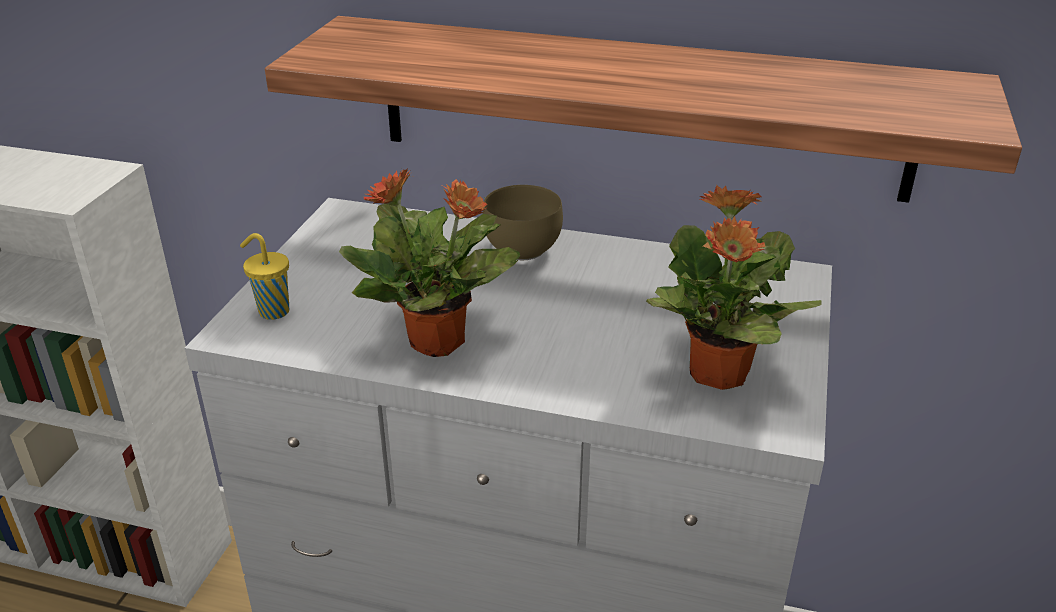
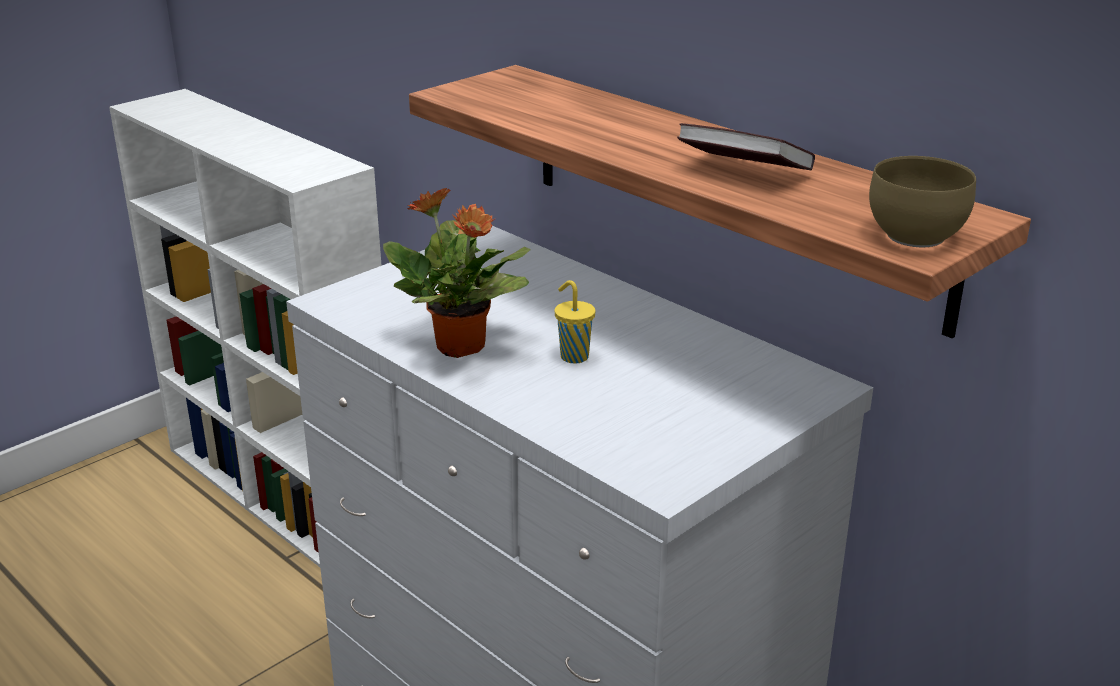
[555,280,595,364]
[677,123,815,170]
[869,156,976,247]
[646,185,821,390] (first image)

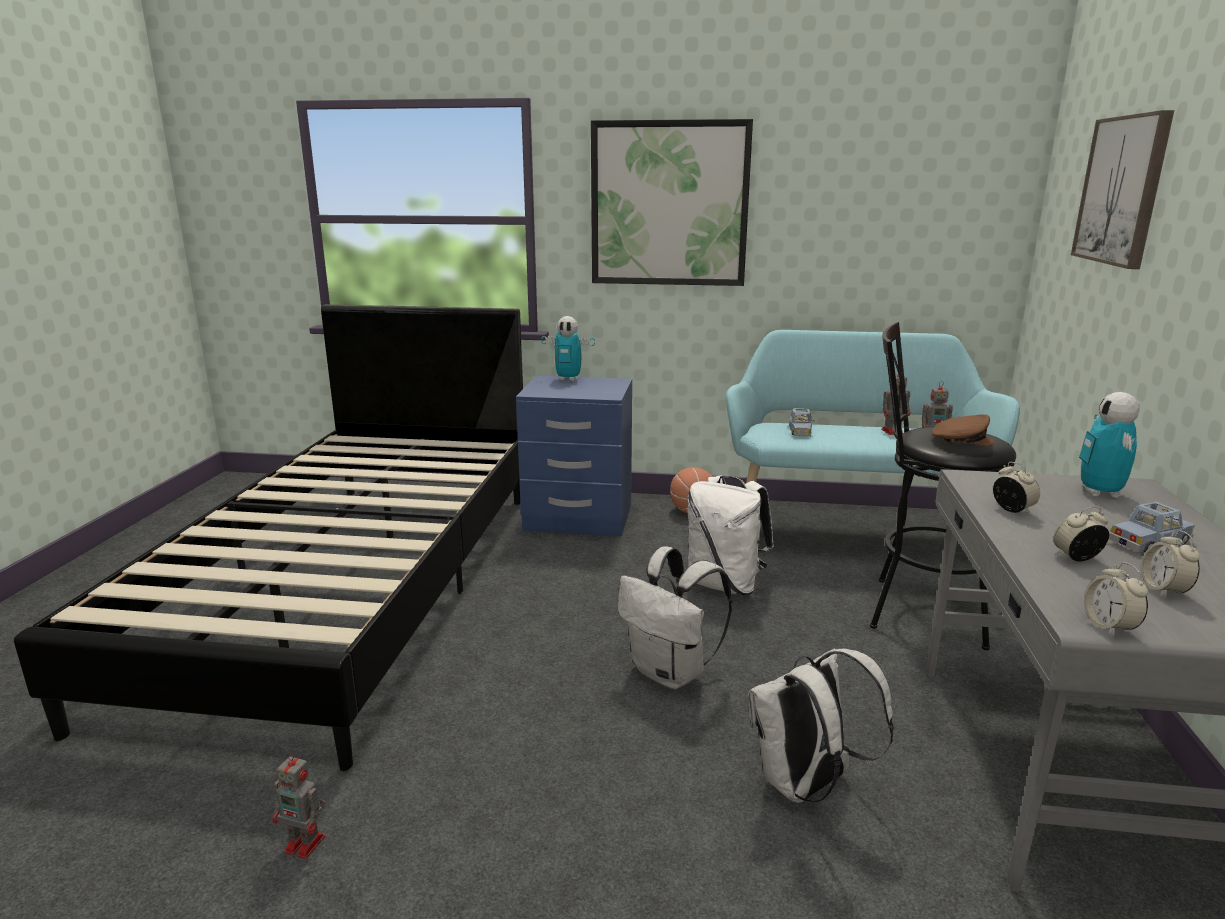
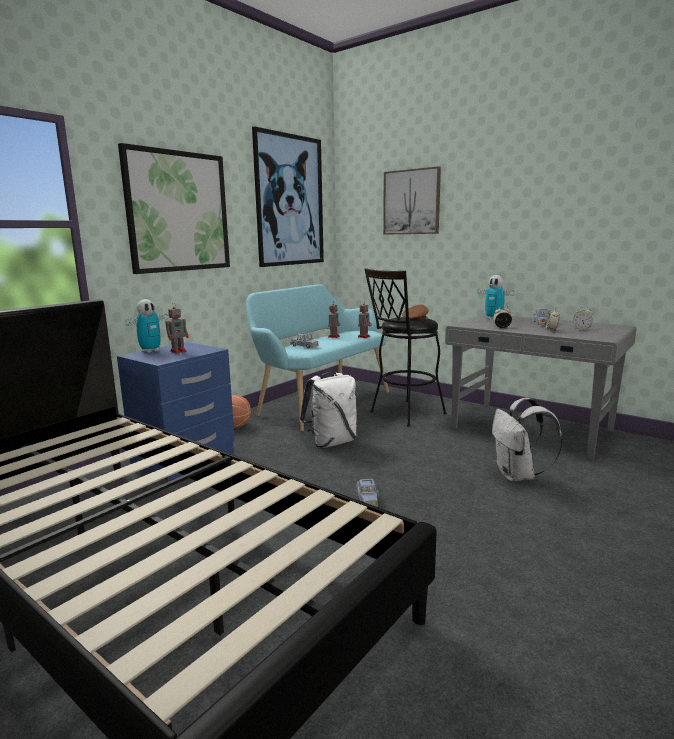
[166,304,189,354]
[252,126,324,267]
[356,479,379,507]
[618,546,732,689] (first image)
[1084,562,1148,637] (first image)

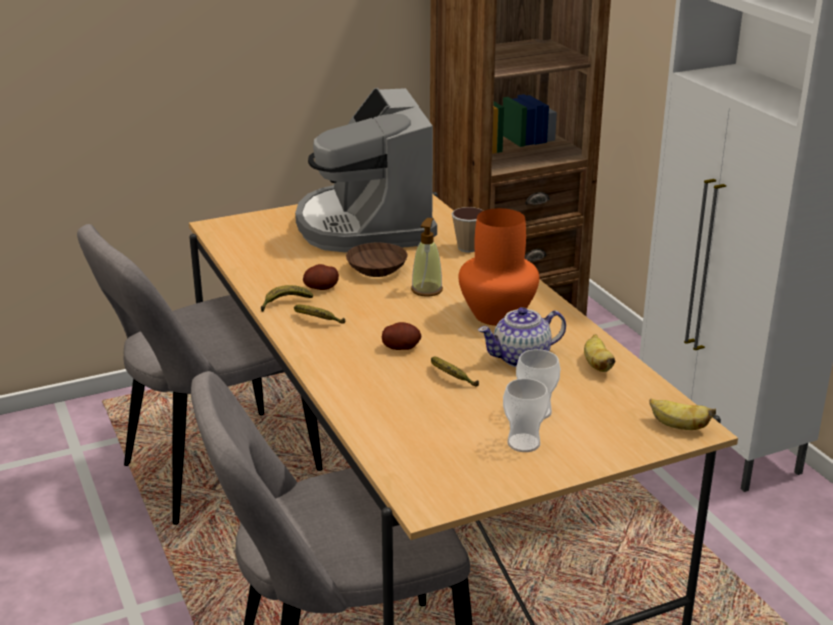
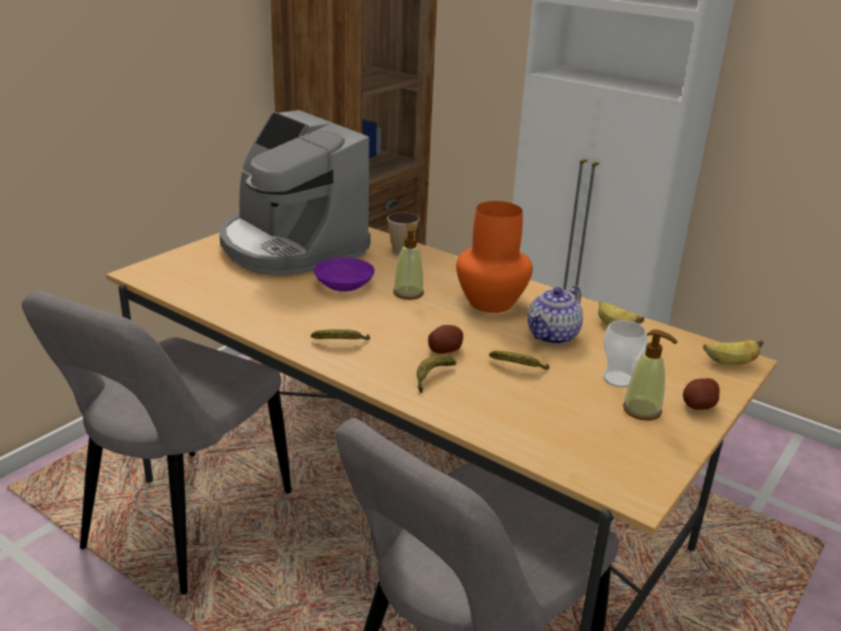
[314,257,375,292]
[417,355,456,393]
[623,329,678,421]
[683,378,720,410]

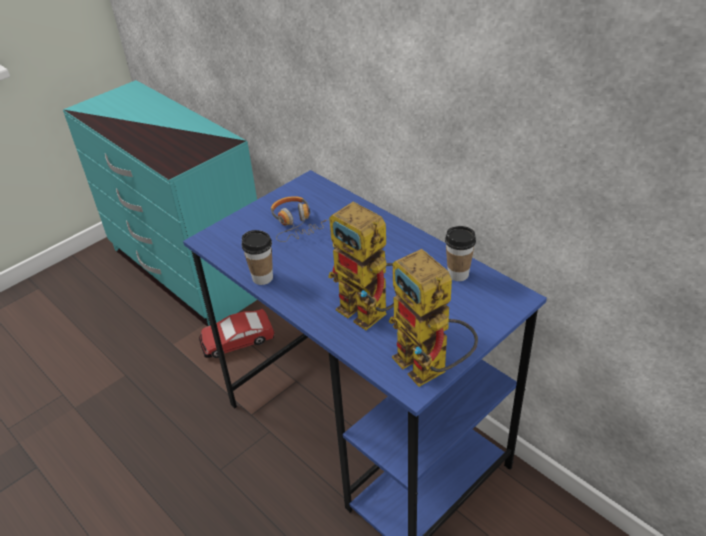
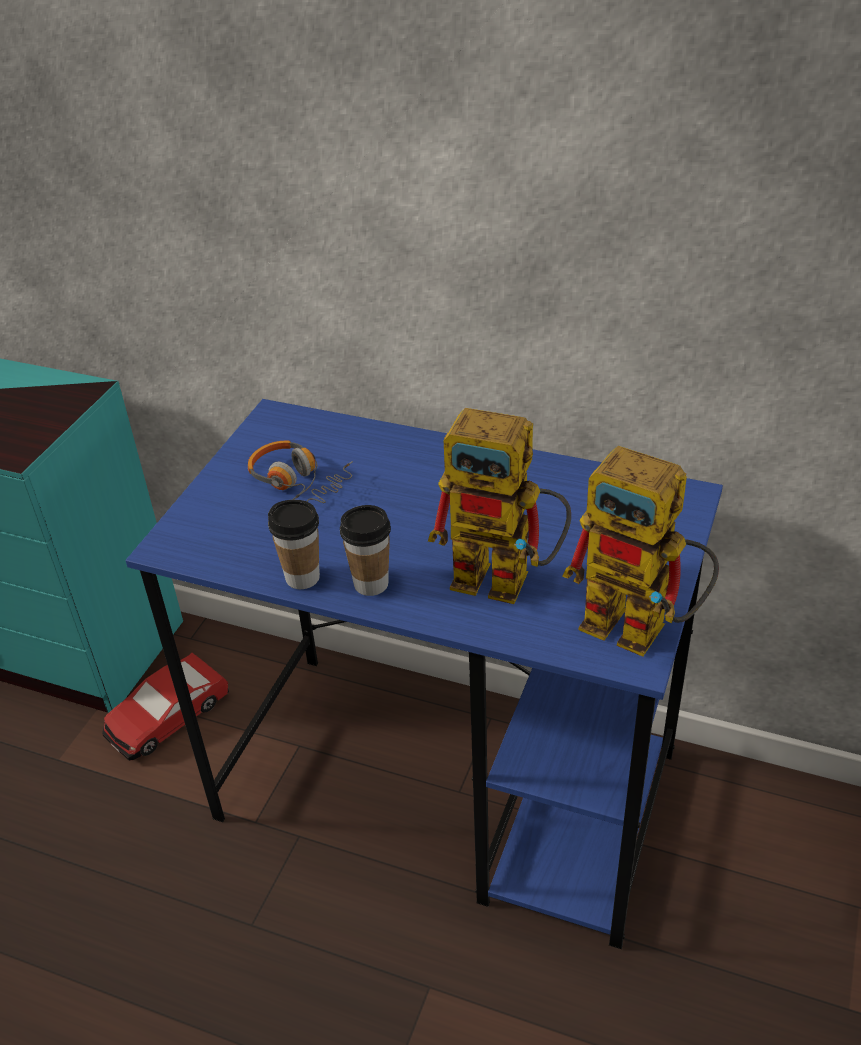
[340,505,391,596]

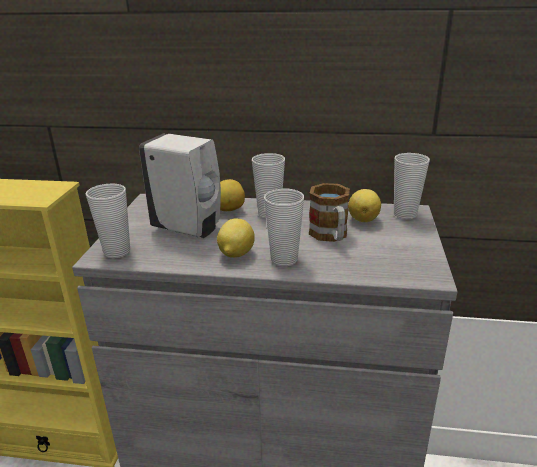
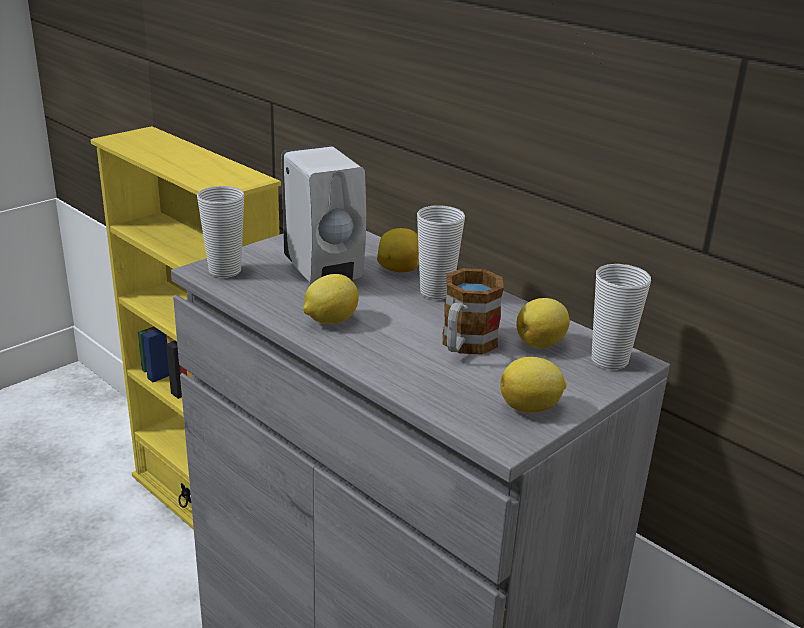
[500,357,567,413]
[264,189,304,266] (first image)

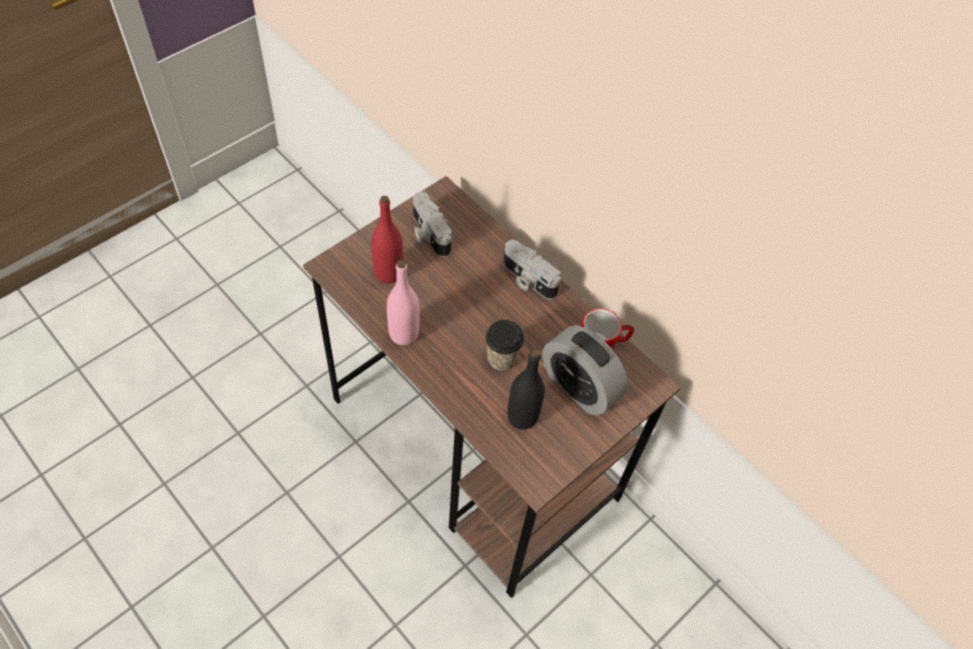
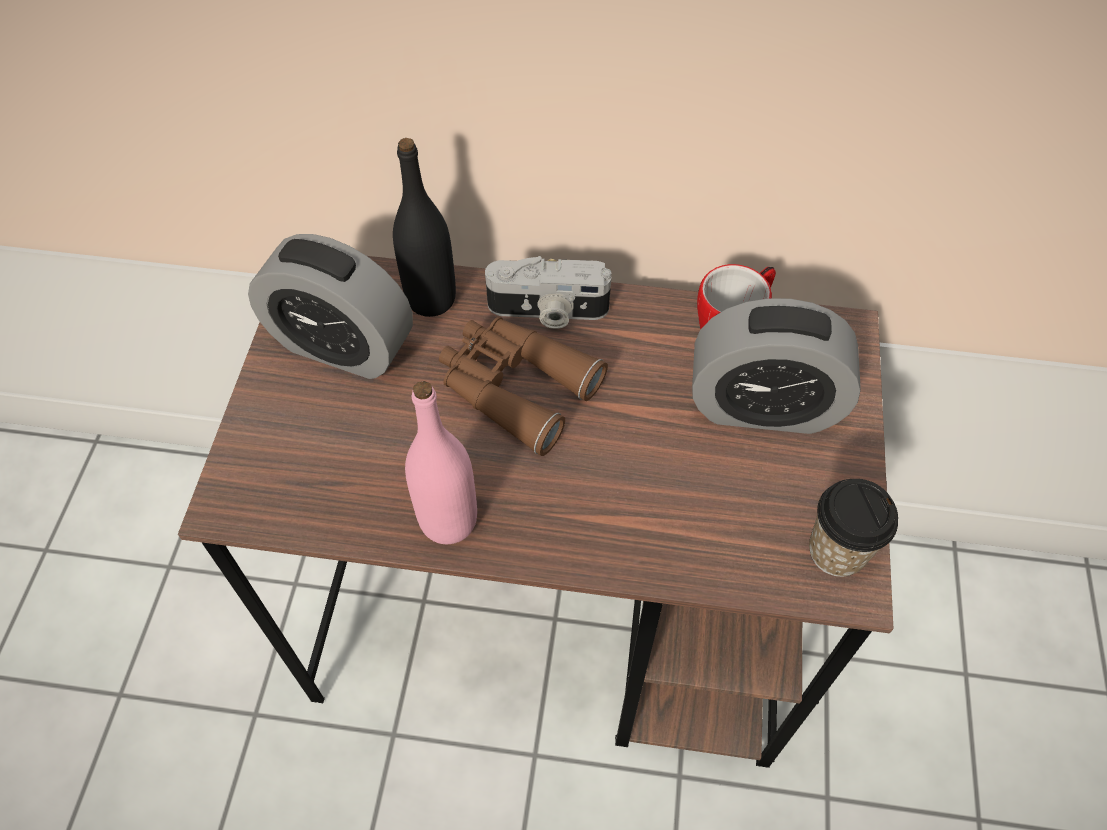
[248,234,413,379]
[393,138,456,317]
[439,317,608,456]
[809,479,898,577]
[371,196,403,284] (first image)

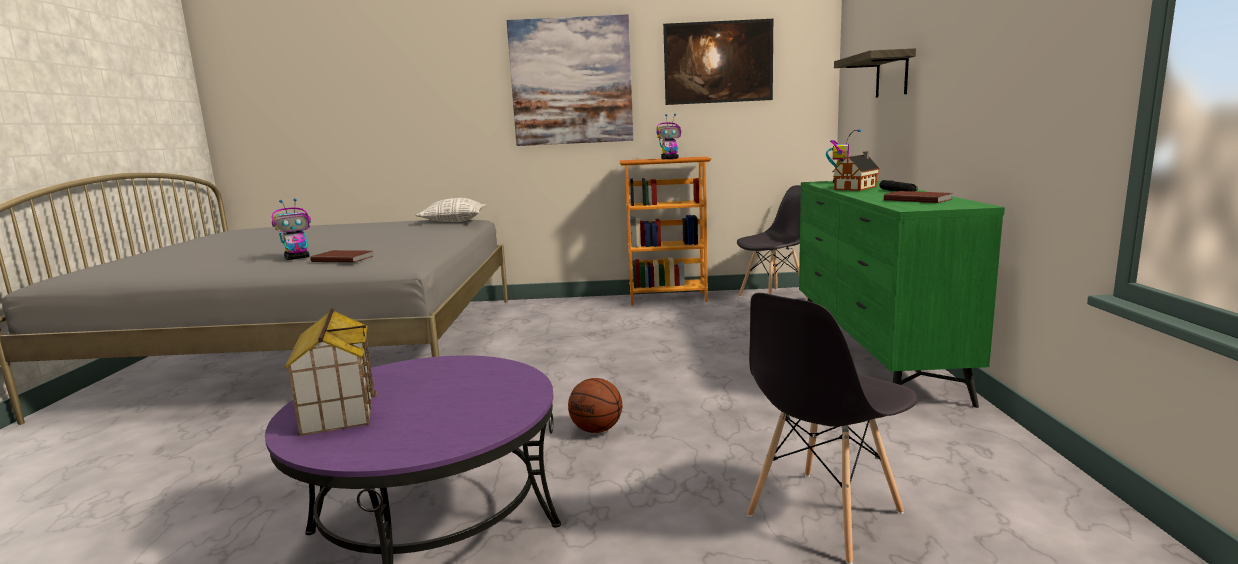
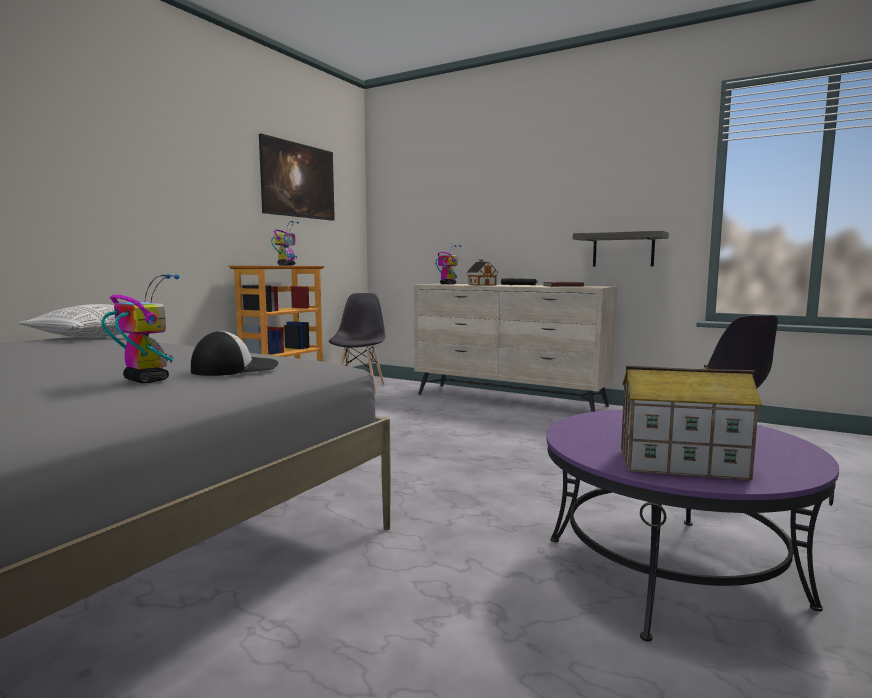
[101,274,179,383]
[191,330,278,376]
[414,283,618,412]
[573,231,669,267]
[507,14,634,146] (first image)
[568,378,622,433] (first image)

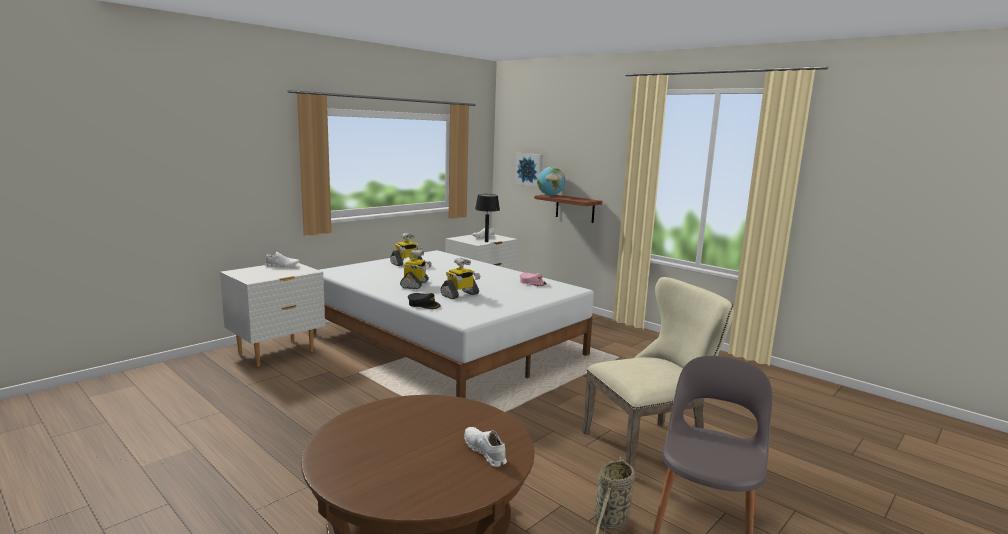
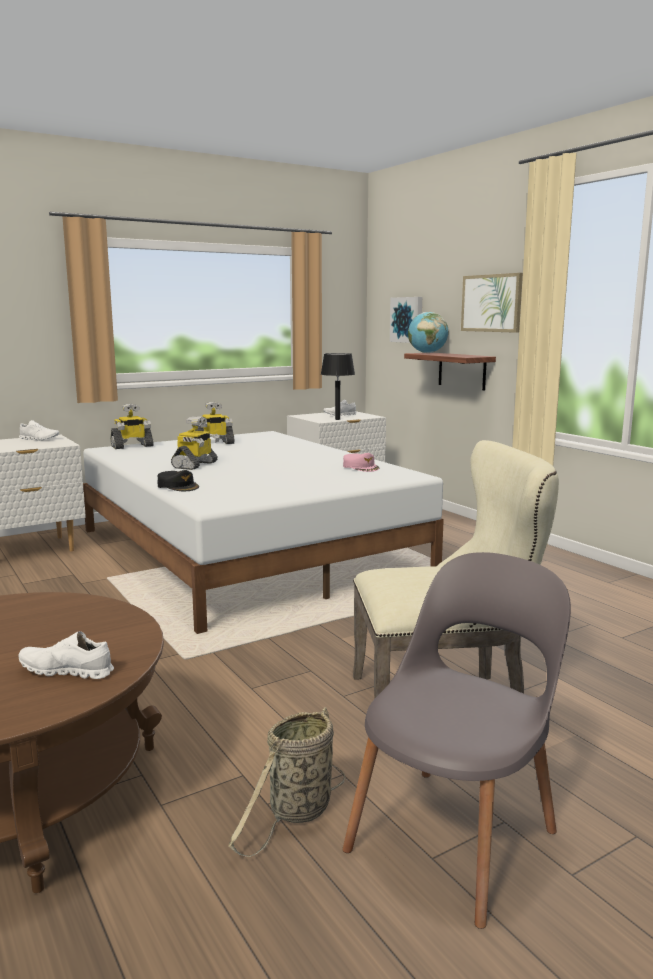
[19,631,114,679]
[110,404,154,449]
[461,273,523,333]

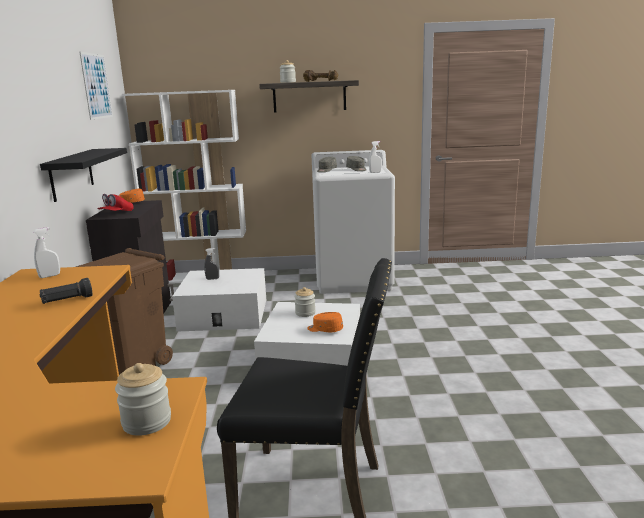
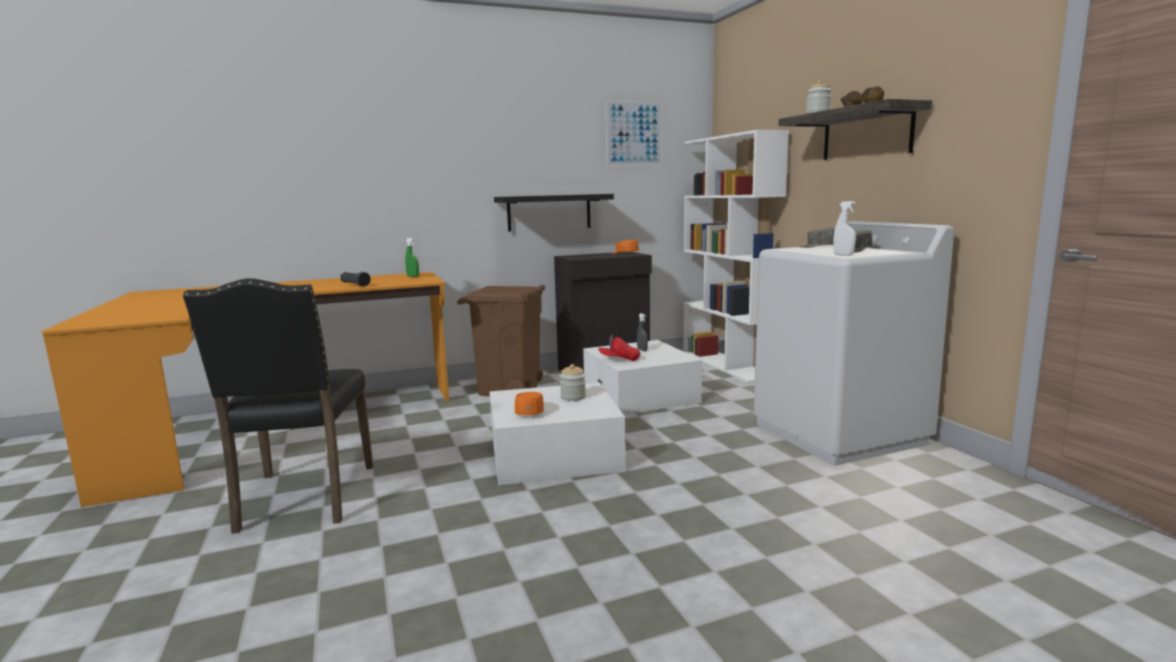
[405,238,419,277]
[598,335,640,361]
[115,363,171,436] (first image)

